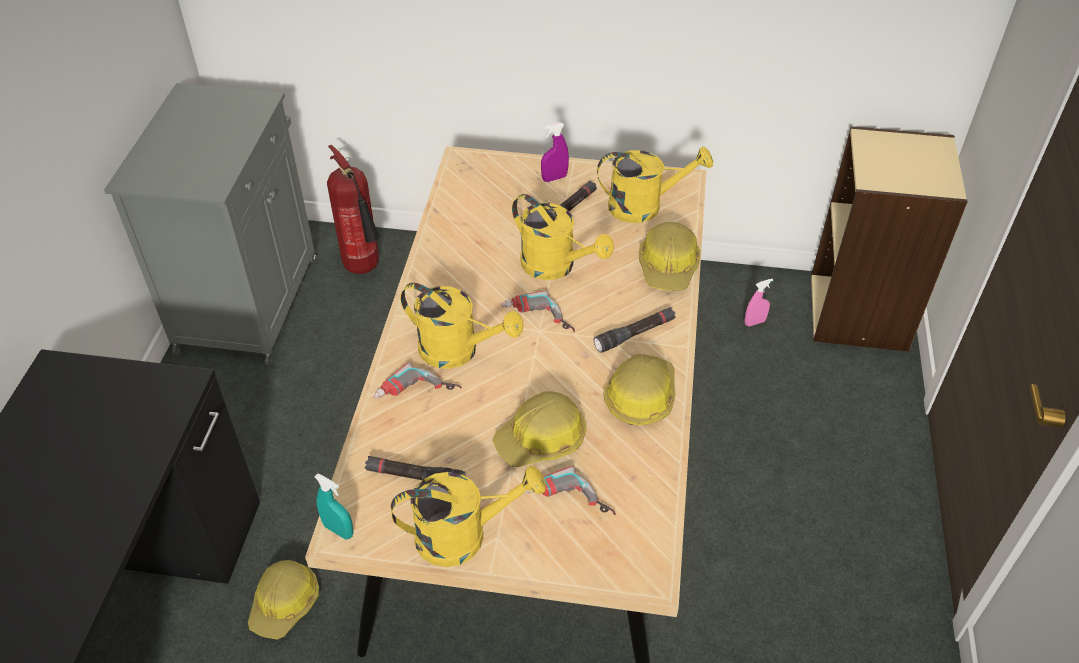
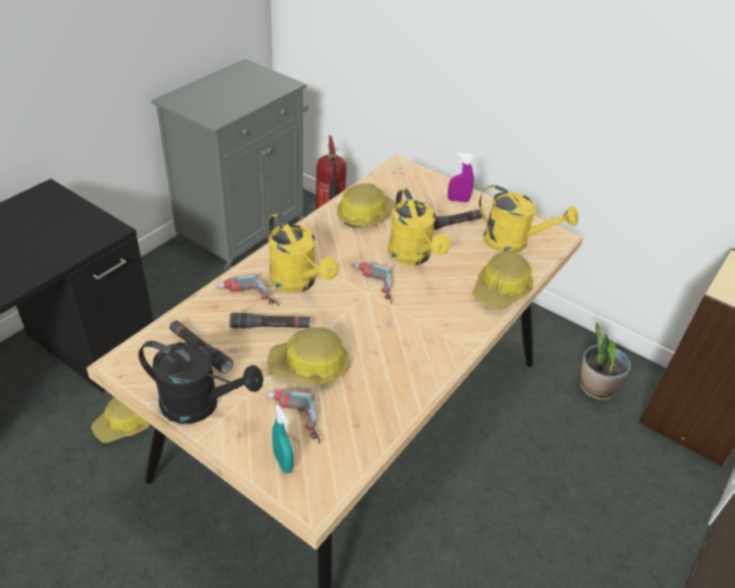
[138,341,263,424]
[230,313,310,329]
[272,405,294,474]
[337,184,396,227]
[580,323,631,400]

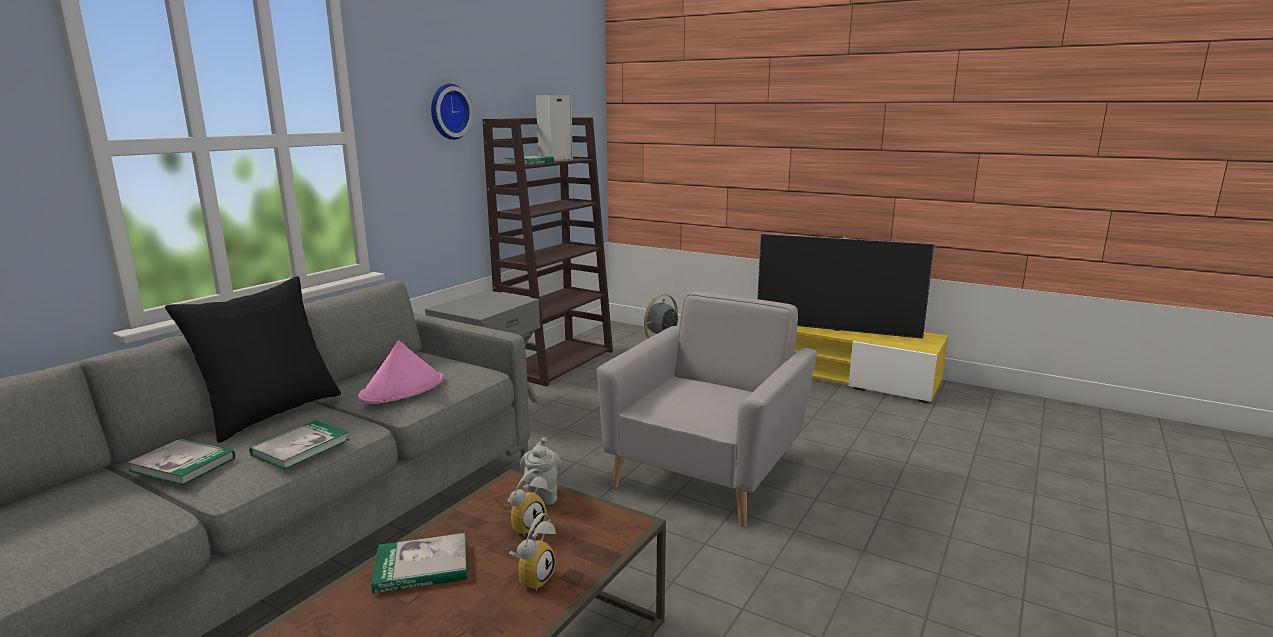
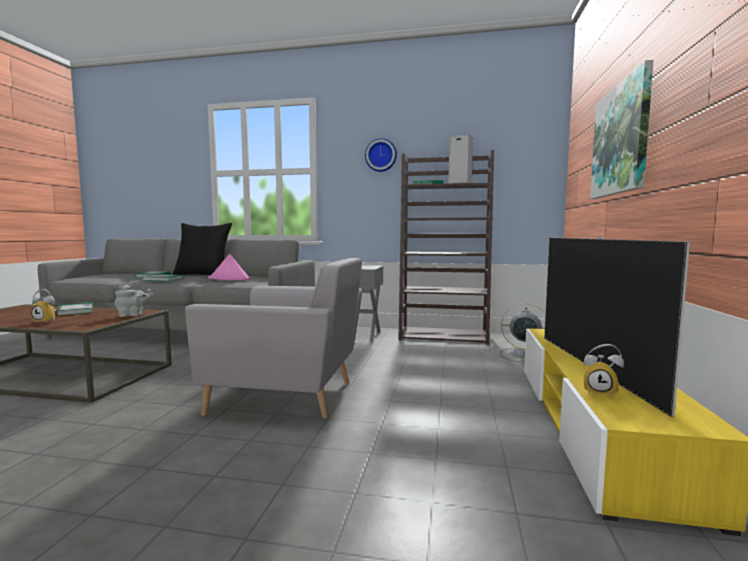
[584,344,624,398]
[590,60,653,199]

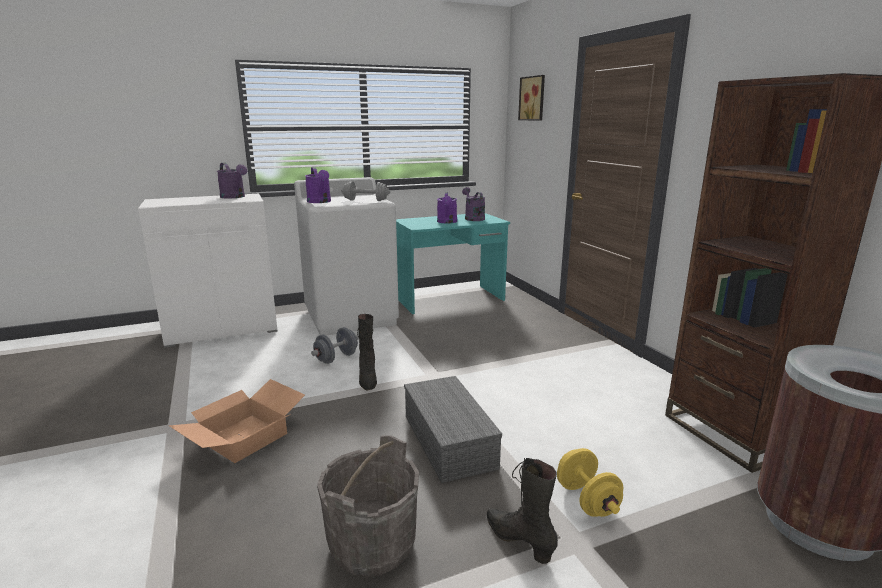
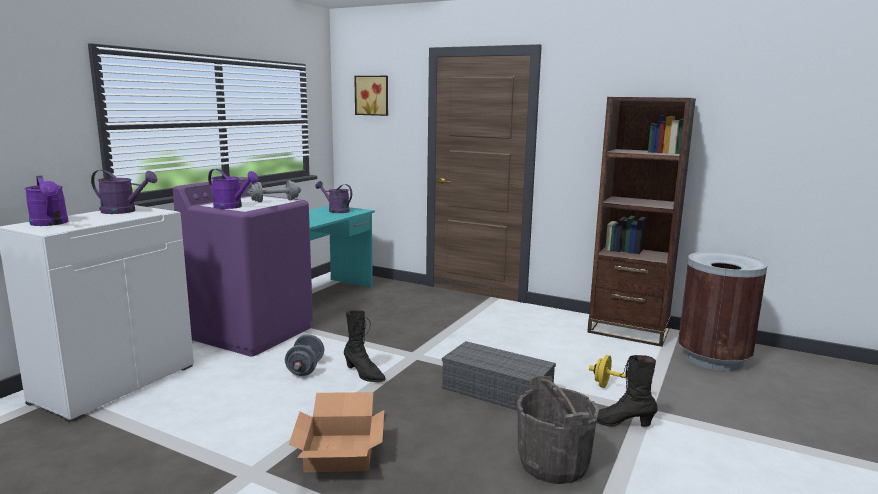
[24,176,69,226]
[173,177,313,357]

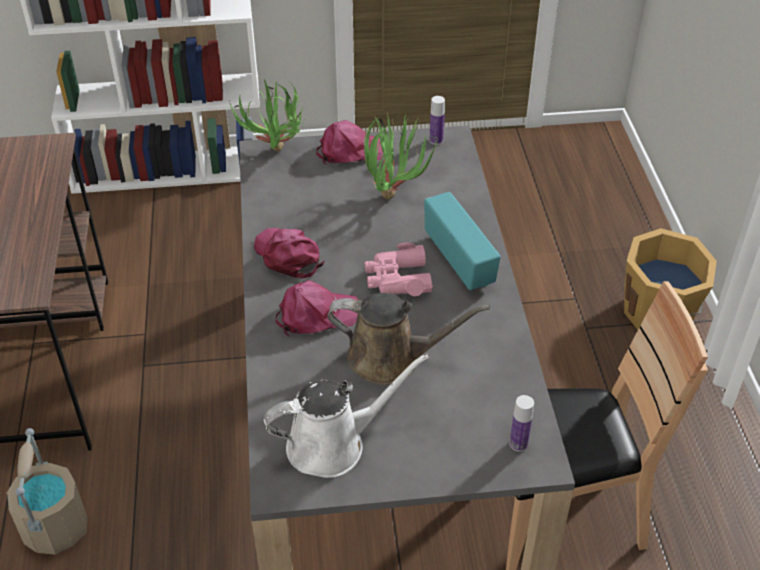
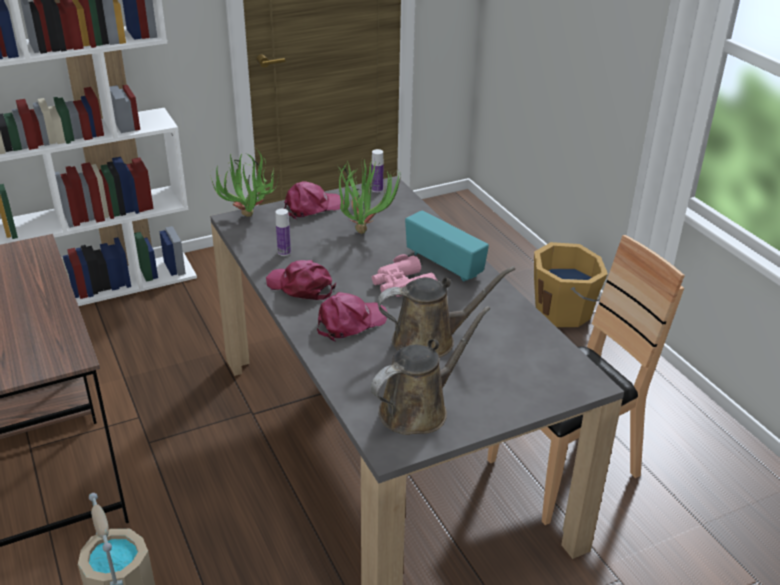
[275,209,291,256]
[371,306,490,435]

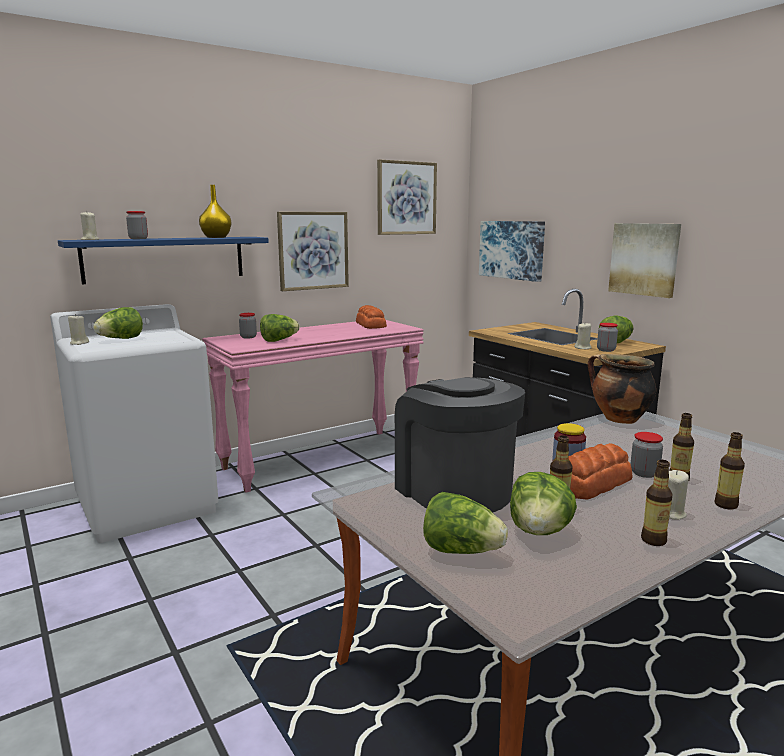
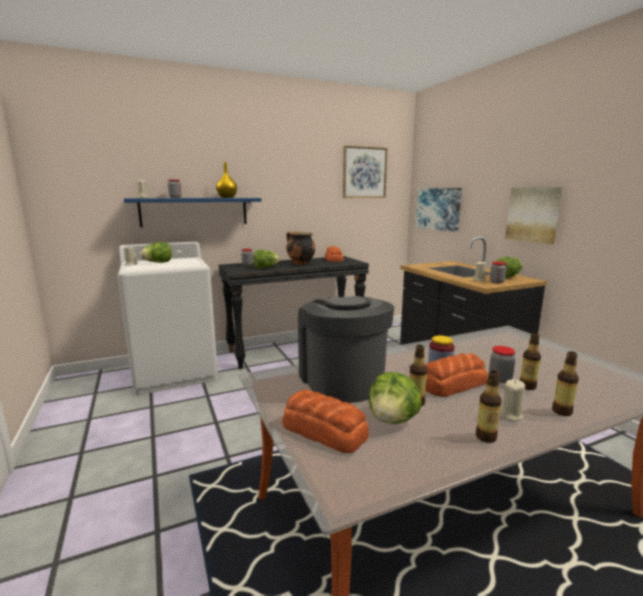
[218,256,369,369]
[282,390,369,453]
[286,231,315,265]
[277,212,349,291] (first image)

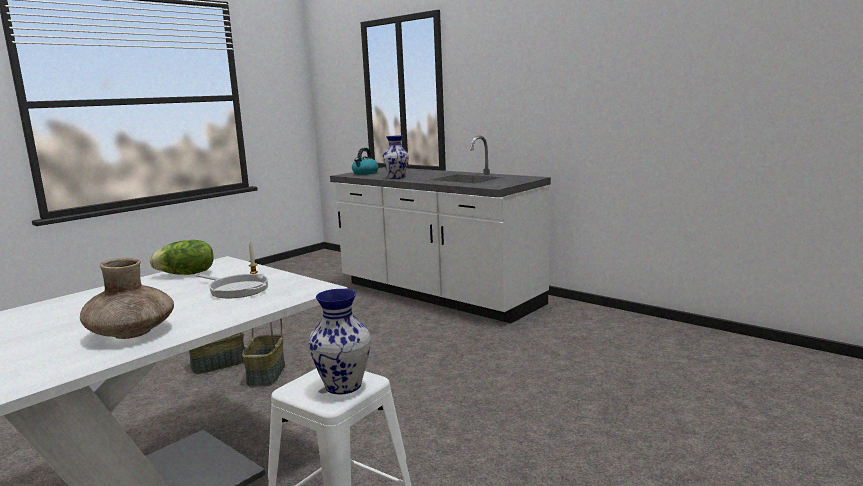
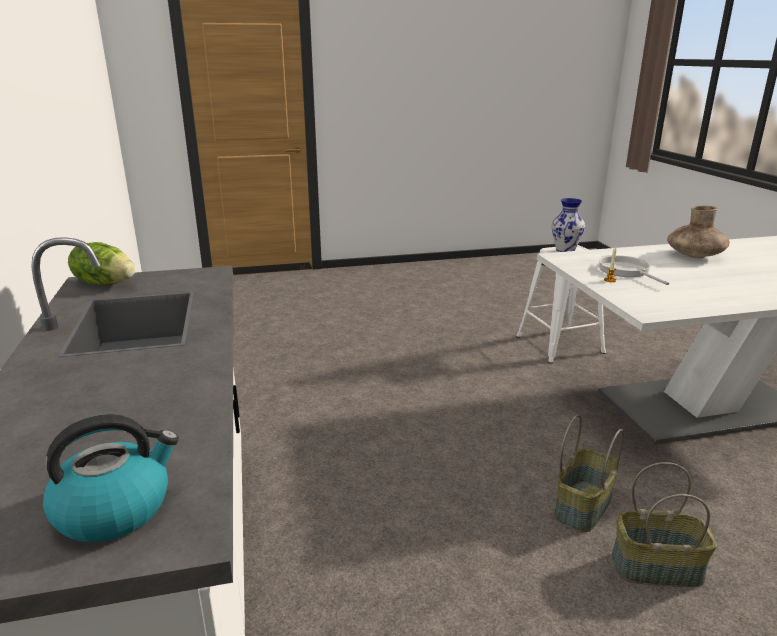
[68,242,135,286]
[382,136,409,179] (first image)

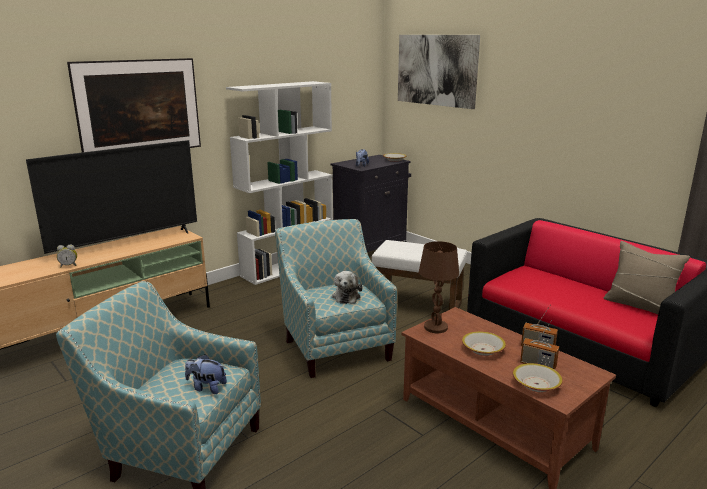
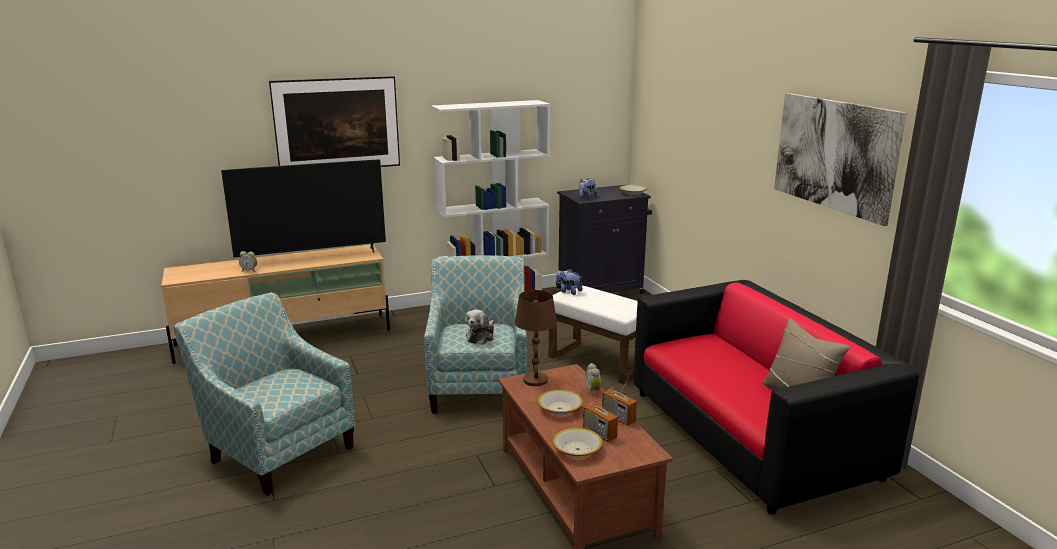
[556,269,582,295]
[586,363,601,396]
[774,93,907,226]

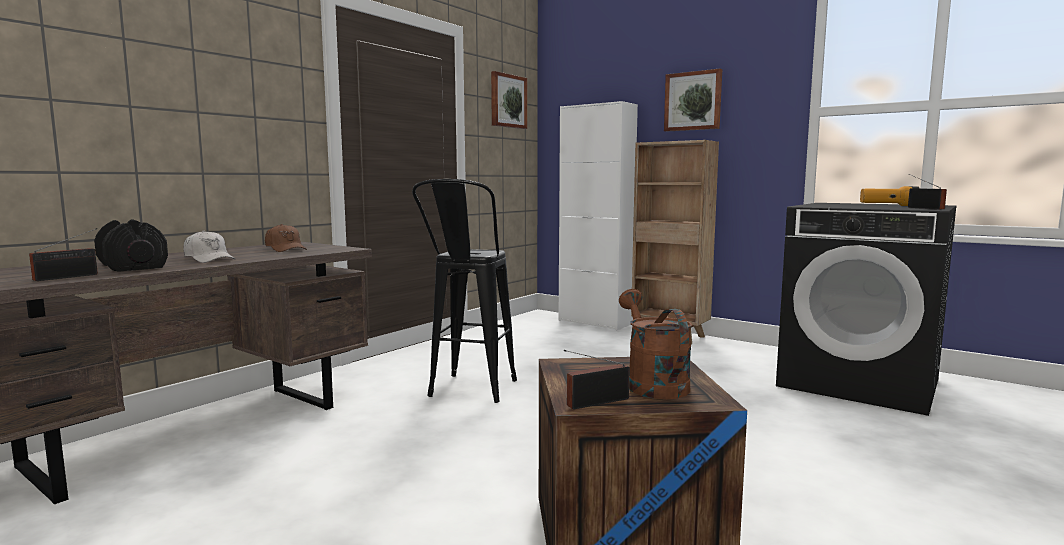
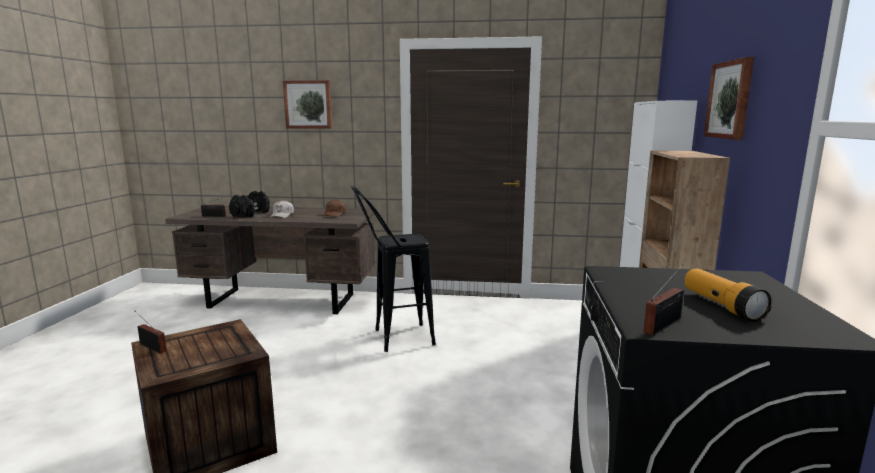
[283,80,332,129]
[619,289,692,399] (first image)

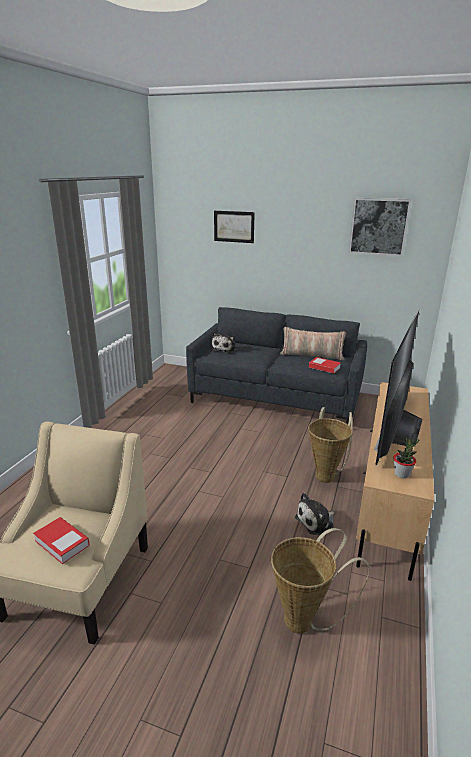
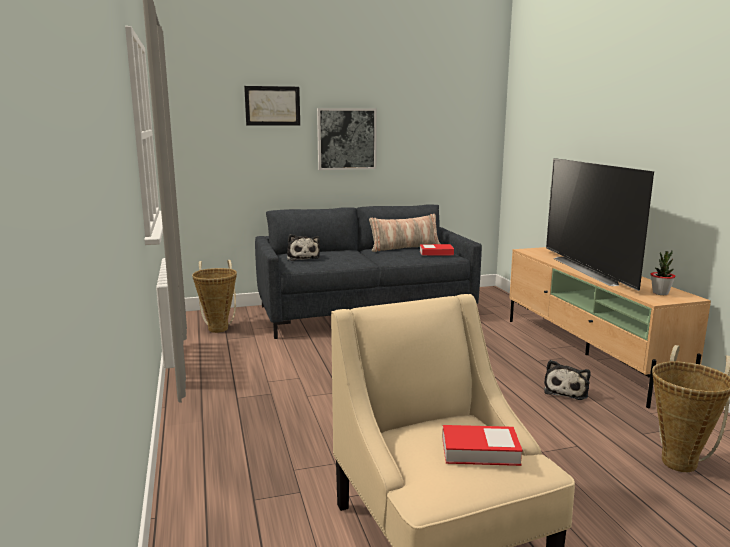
[192,260,237,333]
[317,108,377,170]

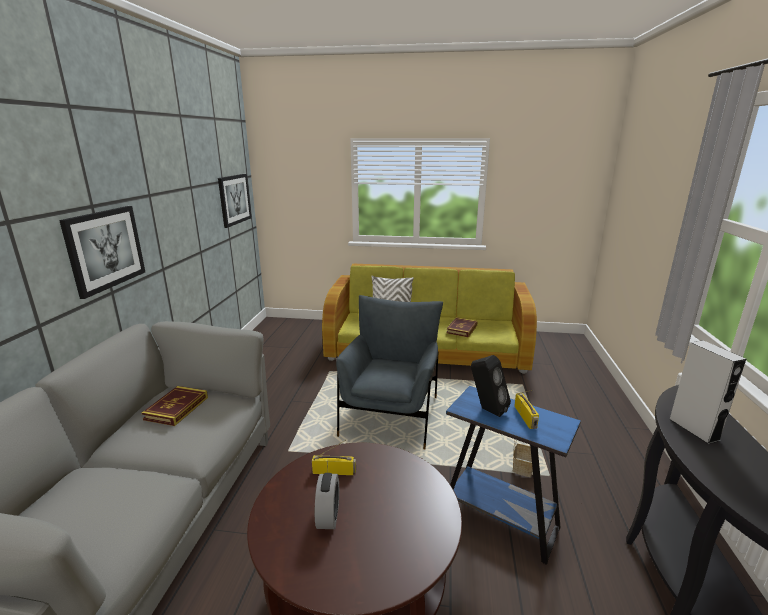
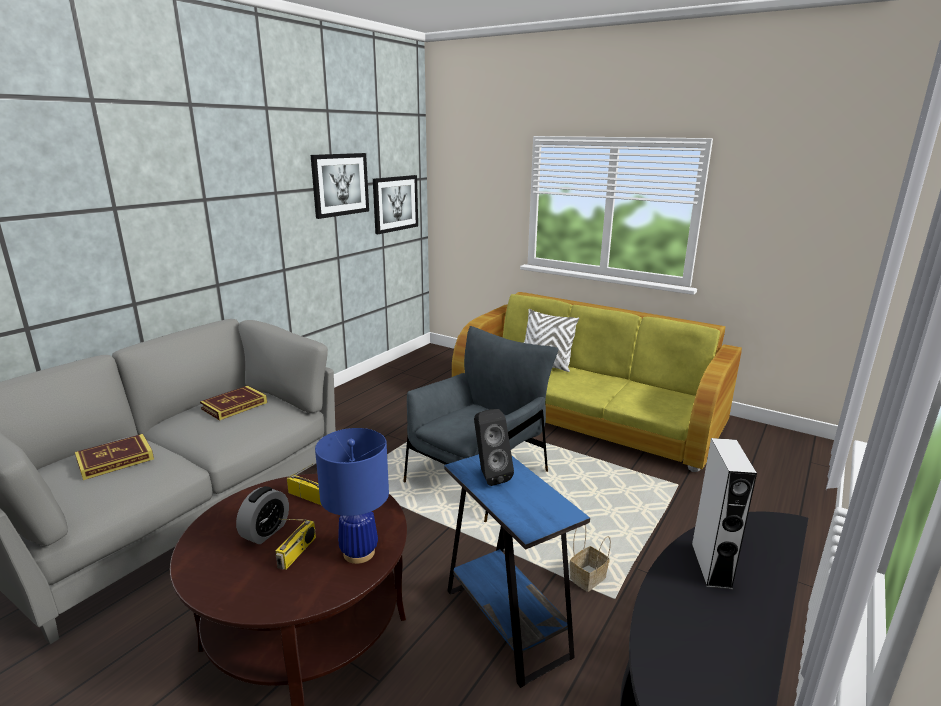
[75,434,154,480]
[276,519,316,570]
[311,153,369,219]
[315,428,389,564]

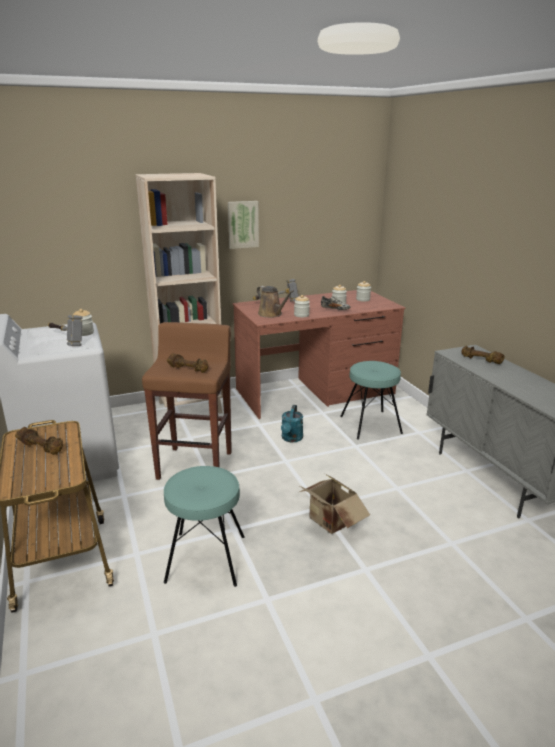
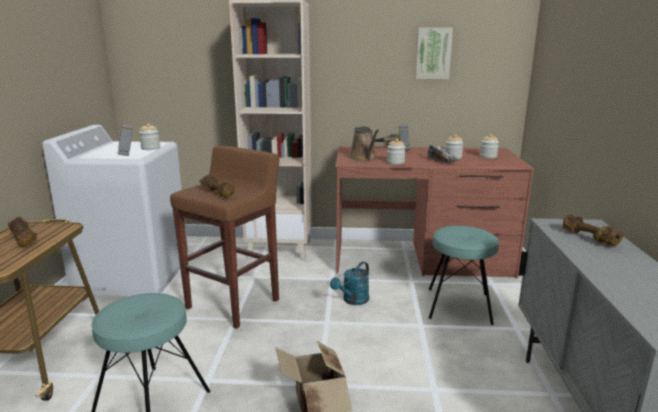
[415,27,453,79]

